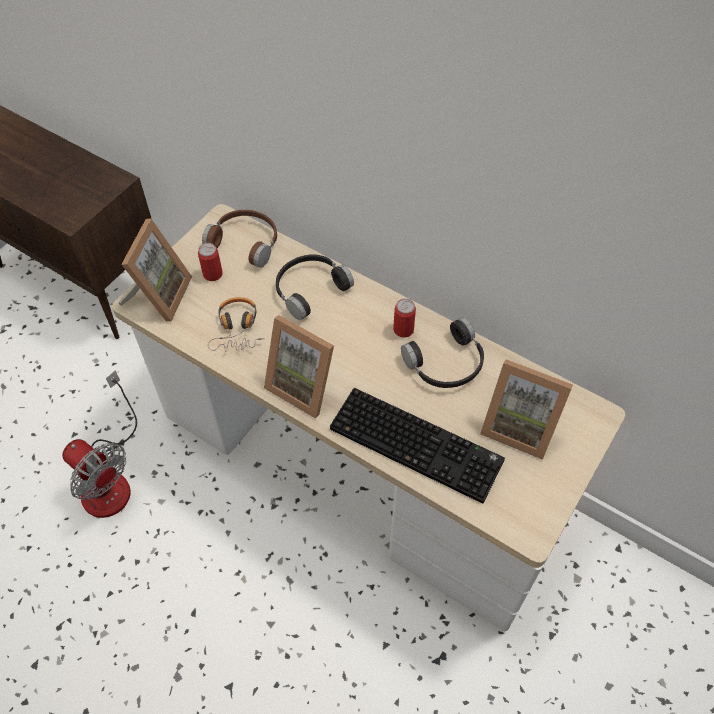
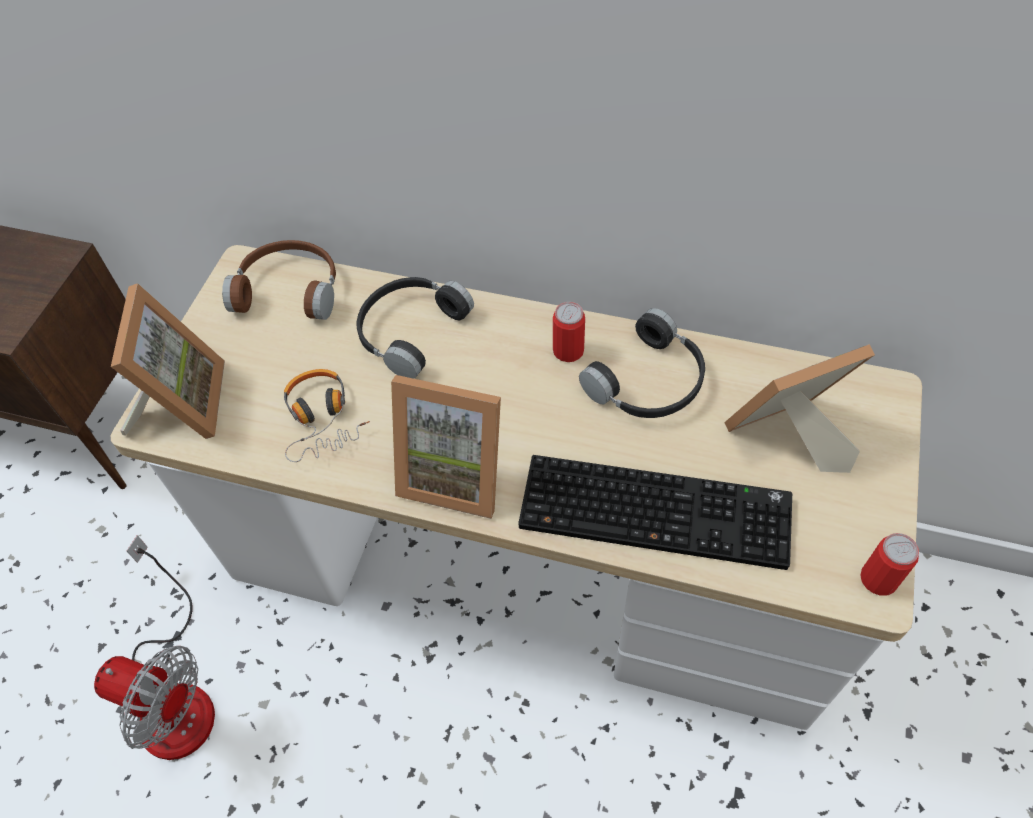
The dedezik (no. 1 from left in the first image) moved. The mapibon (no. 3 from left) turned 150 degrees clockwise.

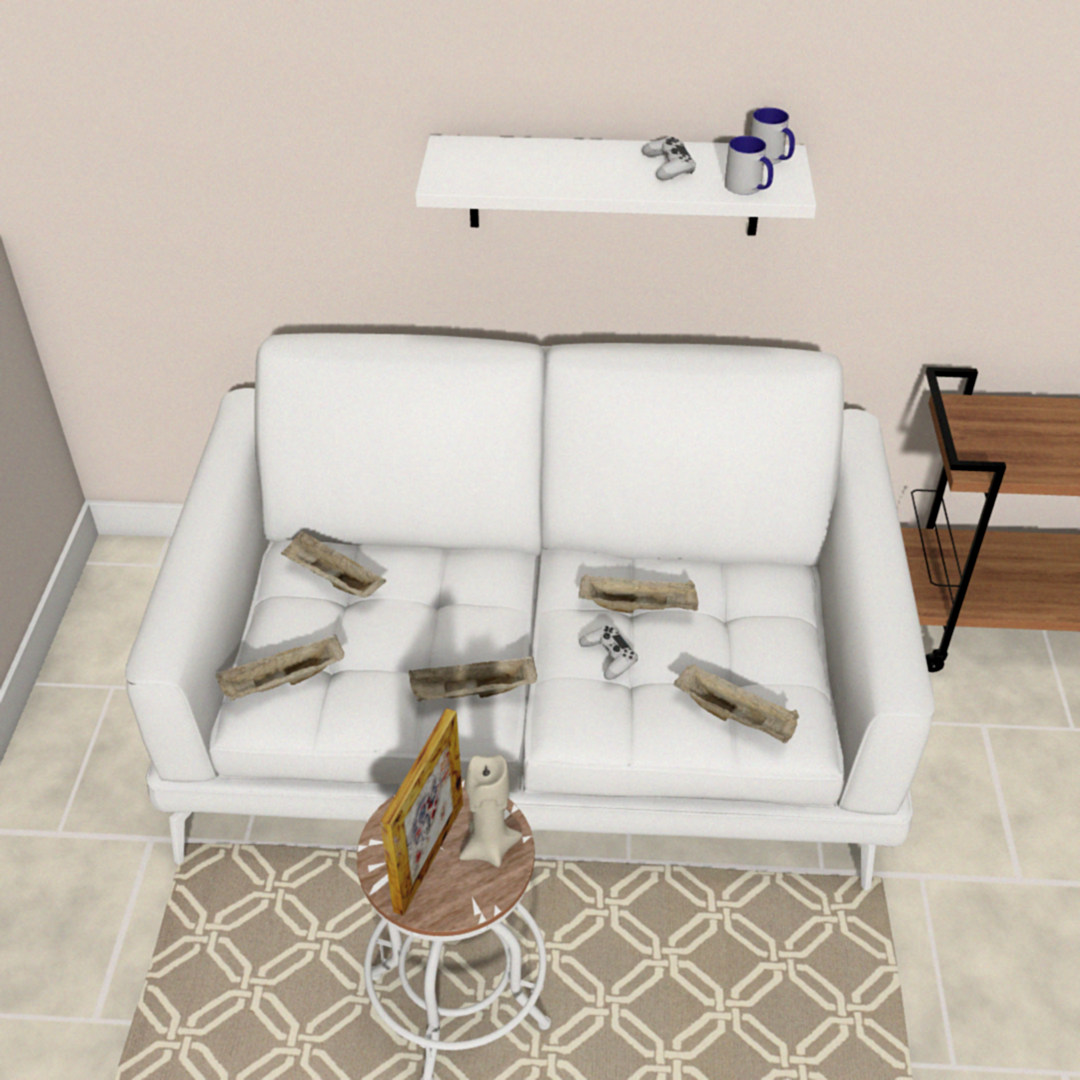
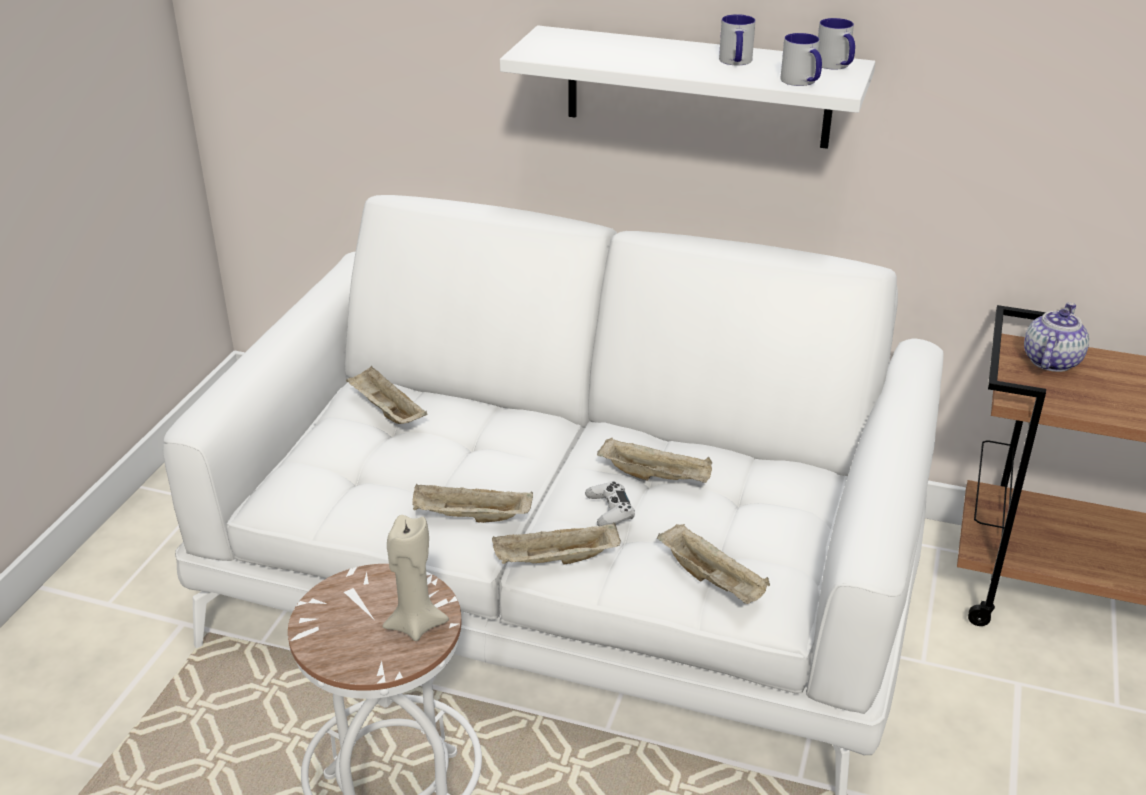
The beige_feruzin (no. 1 from left in the first image) moved. The mapibon disappeared. The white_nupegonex (no. 2 from left) was replaced by the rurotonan (no. 1 from left). The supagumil appeared.

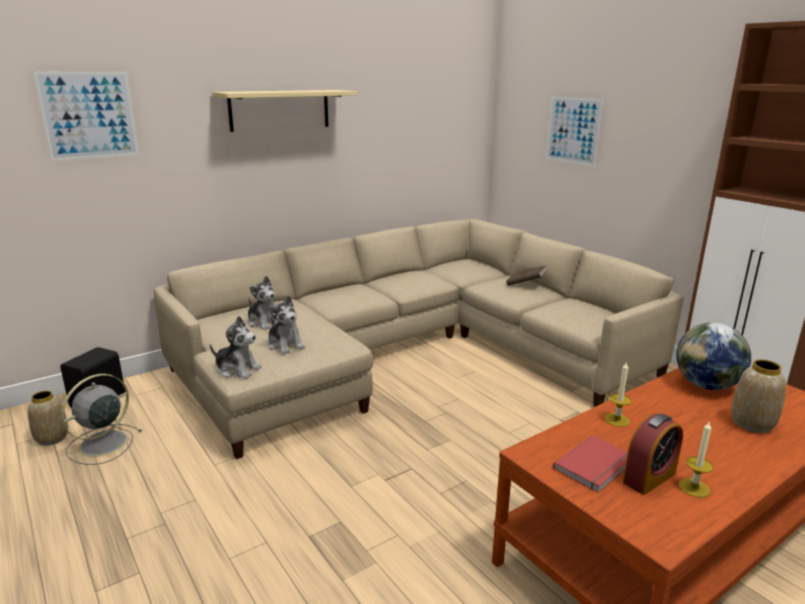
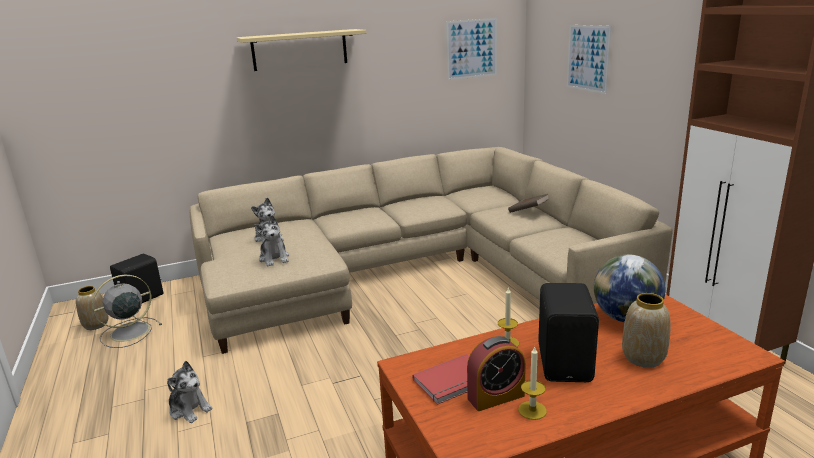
The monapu (no. 1 from left) moved. The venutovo (no. 1 from left) moved. The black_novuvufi (no. 2 from left) appeared.

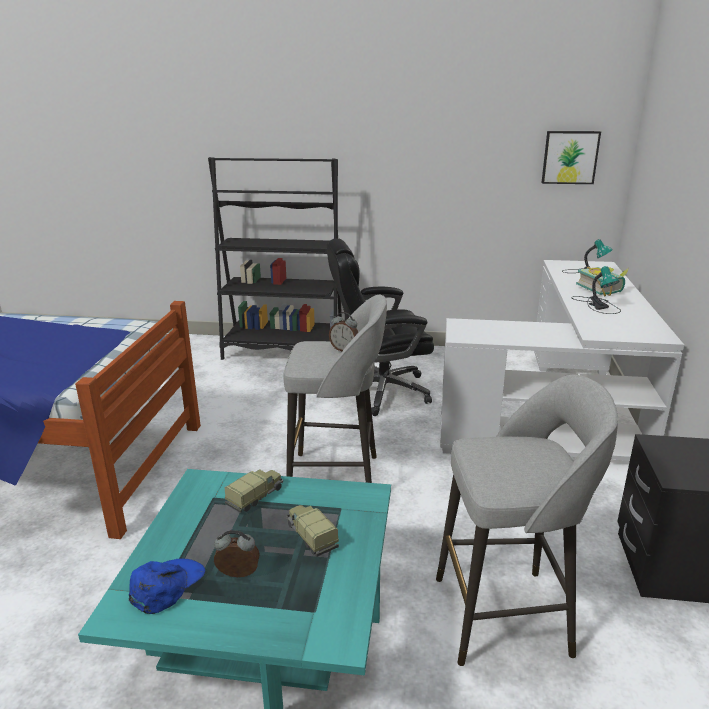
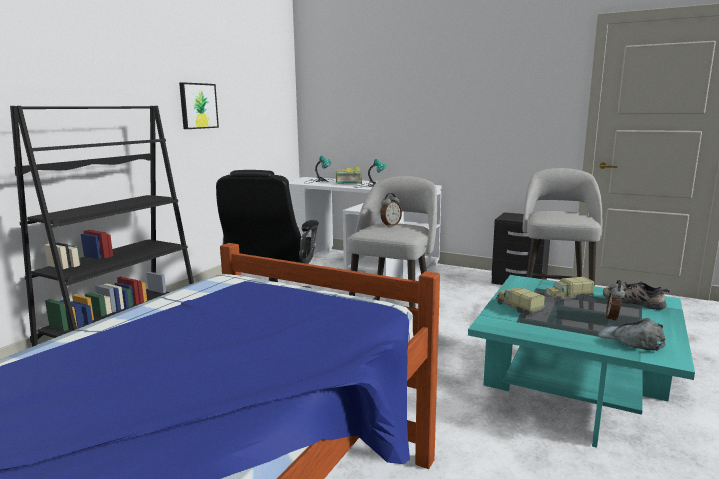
The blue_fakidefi became the grey_fakidefi. The monapu moved. The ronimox appeared.

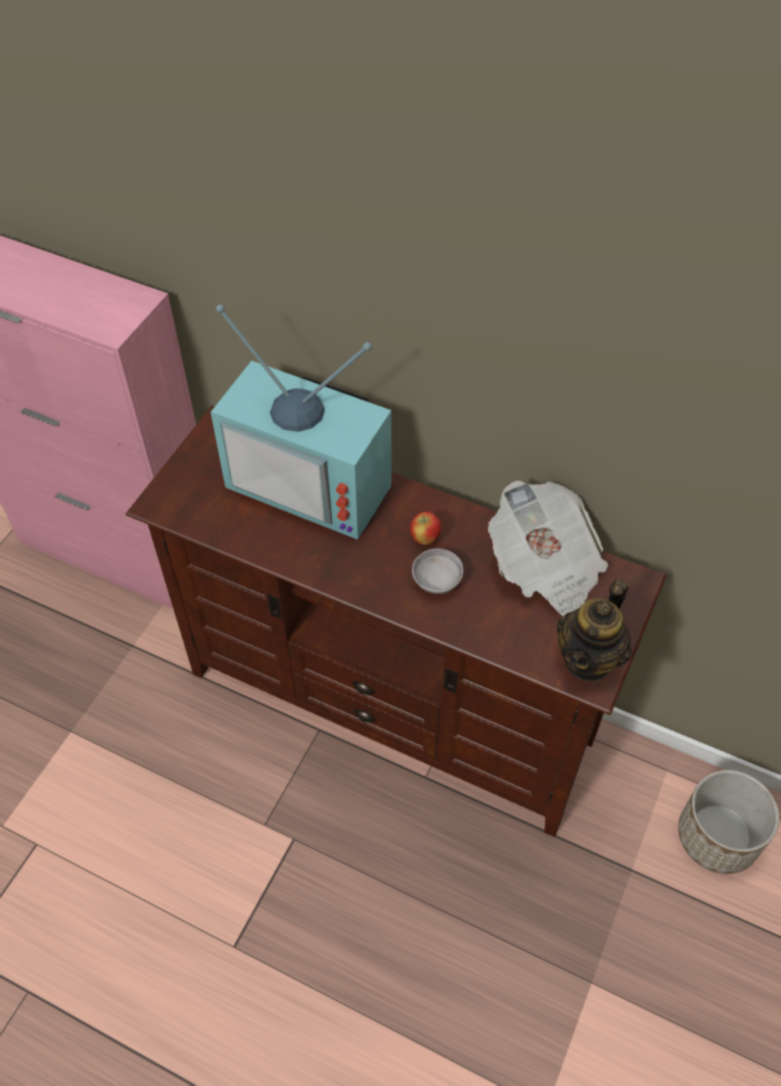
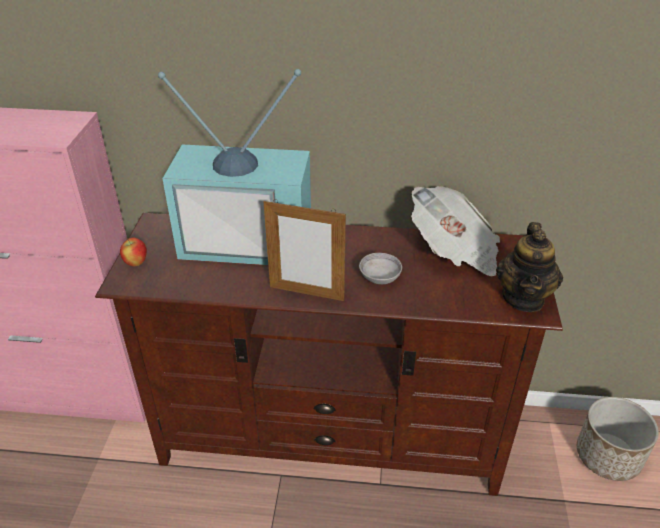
The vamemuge moved. The mapibon appeared.

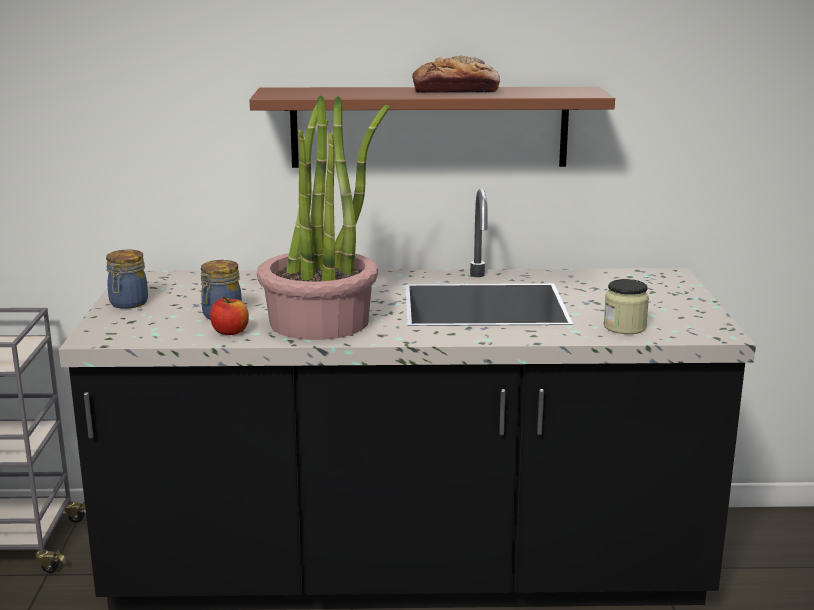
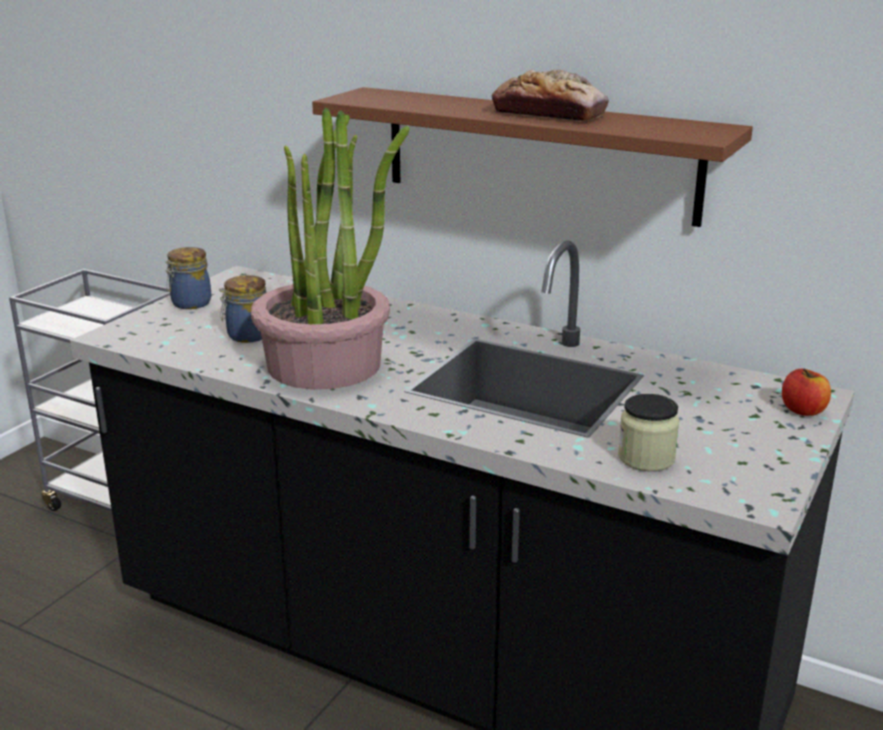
The vamemuge moved.

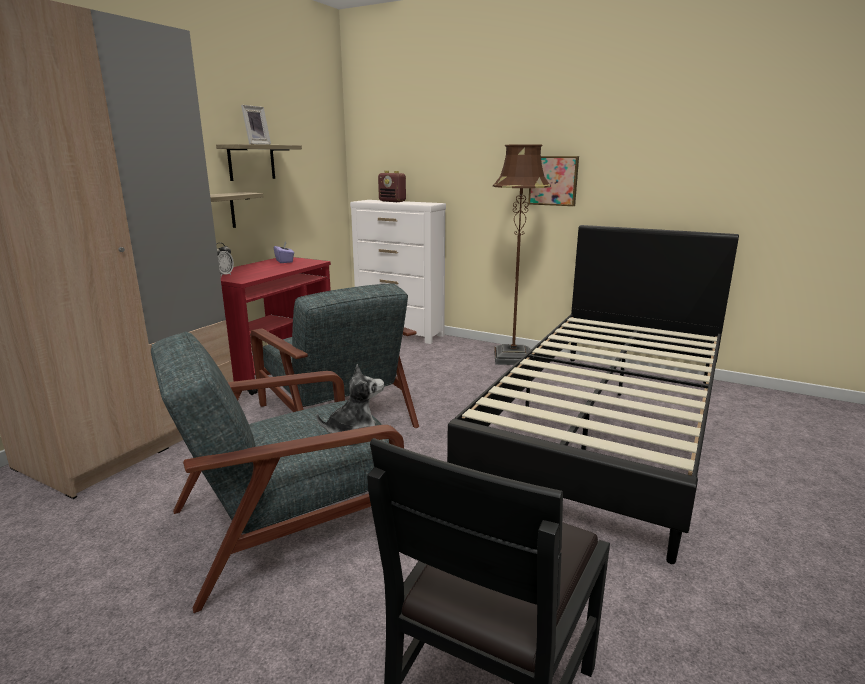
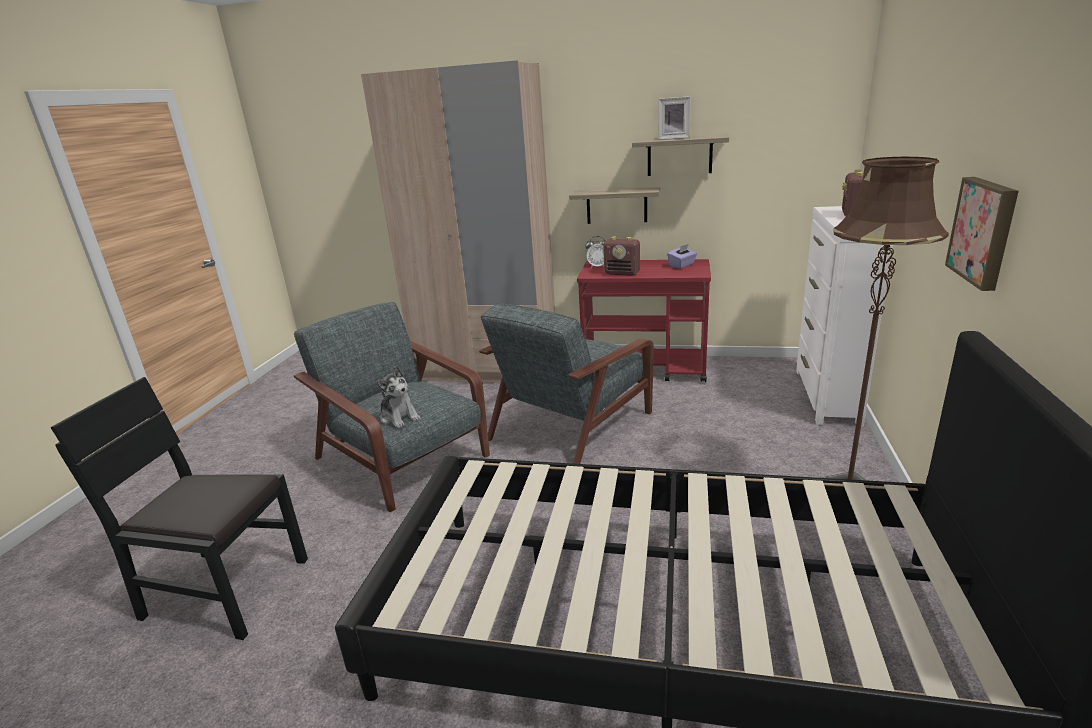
The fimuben (no. 1 from left) appeared.

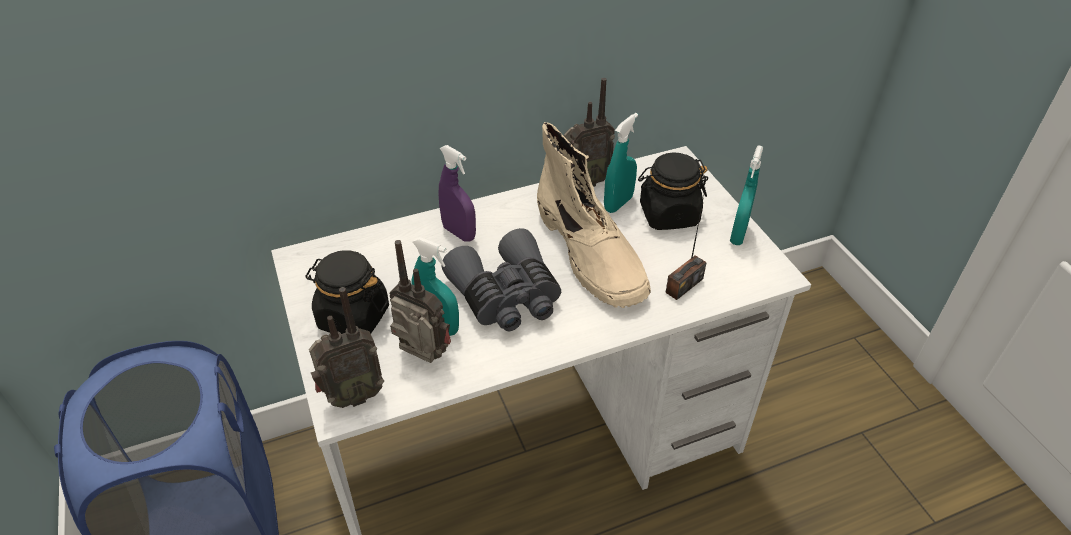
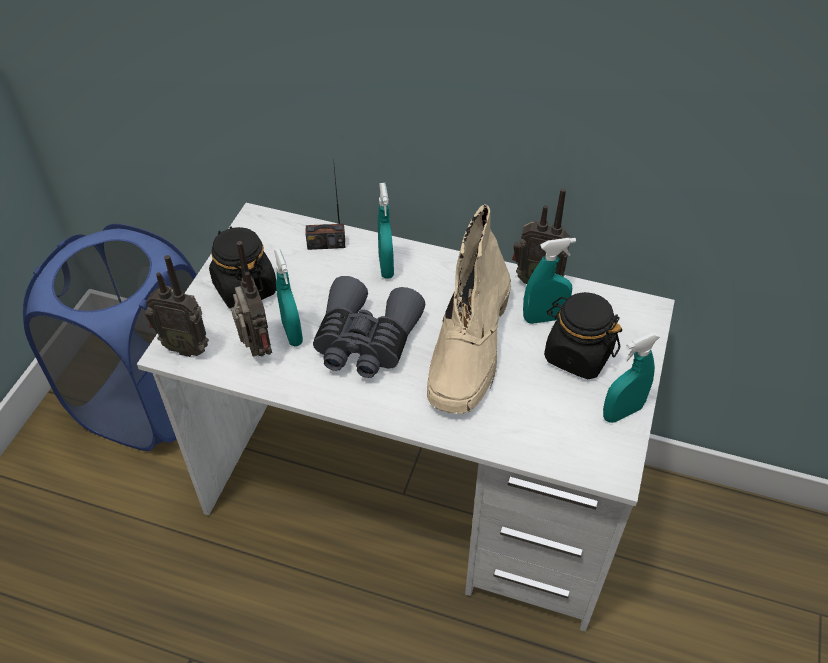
The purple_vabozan became the turquoise_vabozan (no. 2 from left). The fimuben (no. 4 from left in the first image) moved.

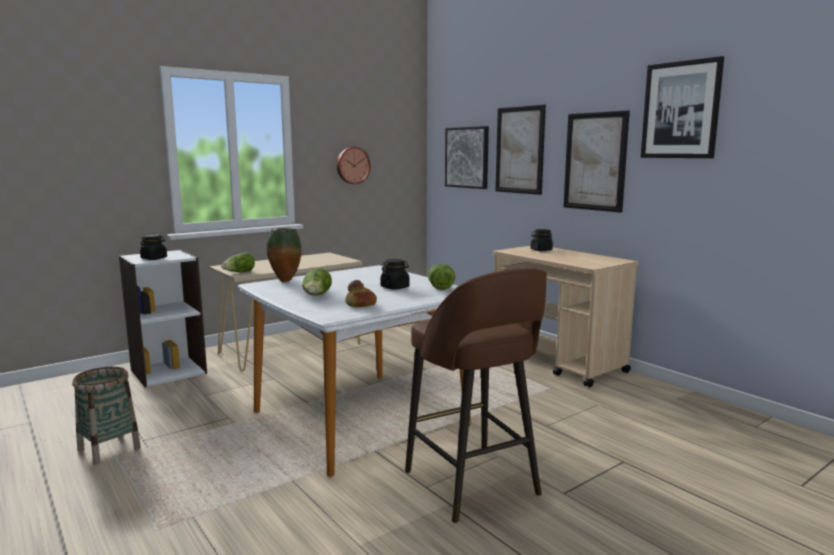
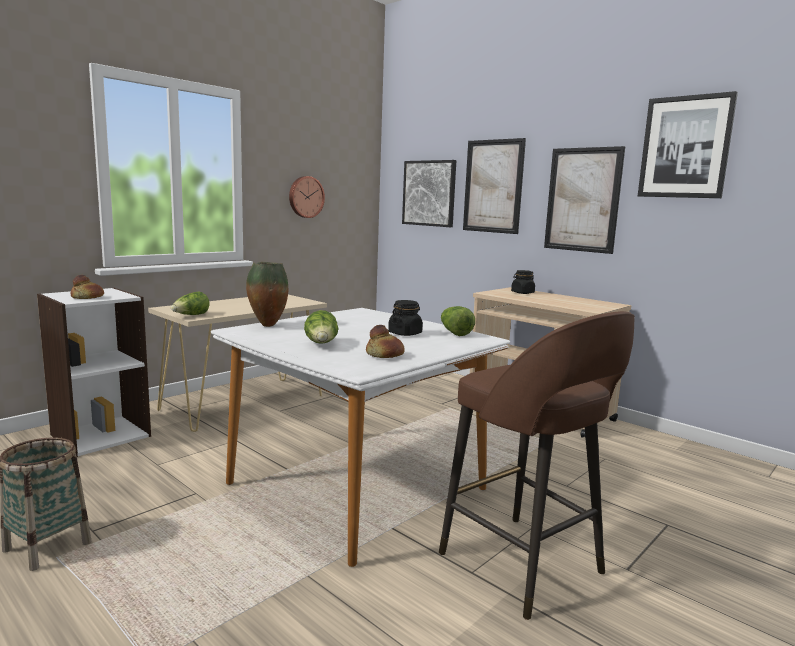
The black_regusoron (no. 1 from left) was replaced by the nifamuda (no. 1 from left).

